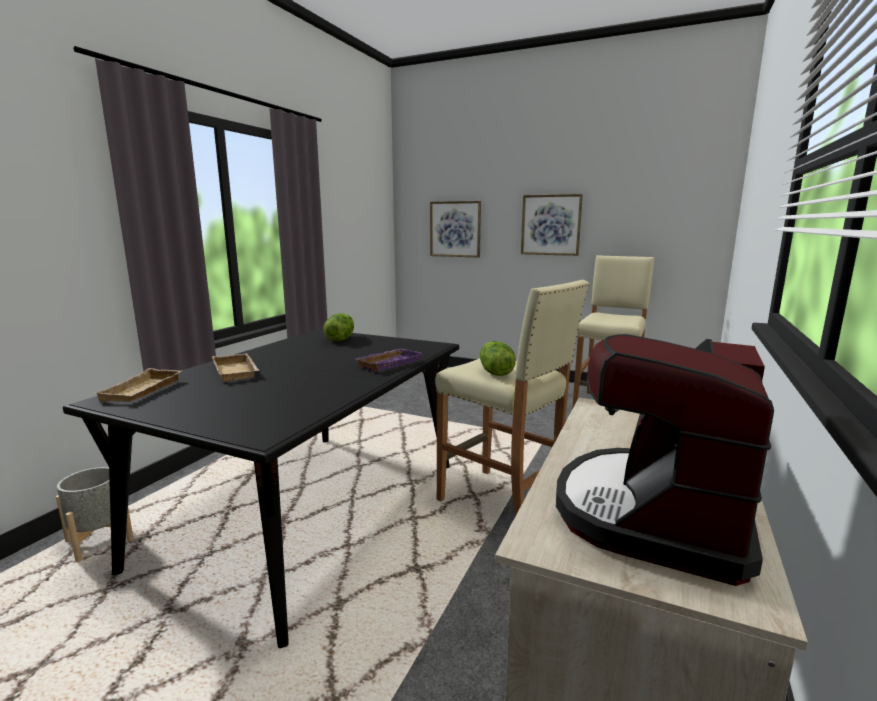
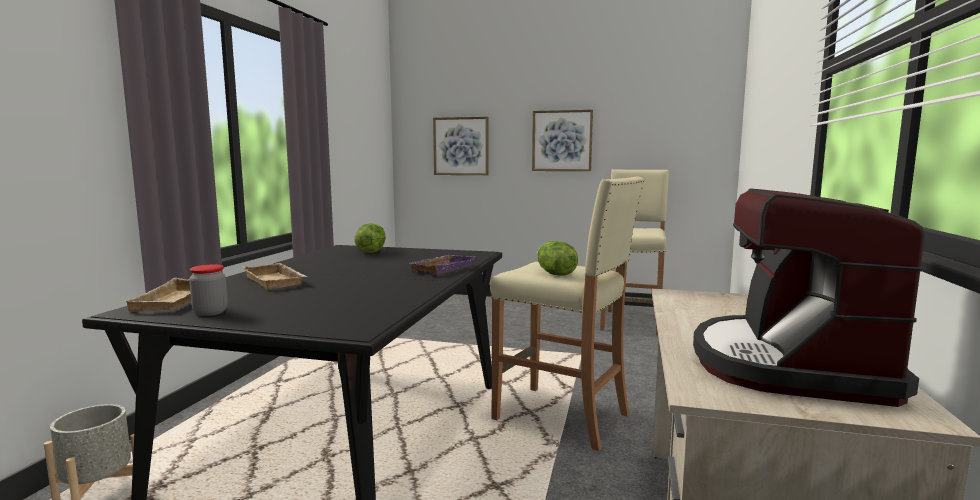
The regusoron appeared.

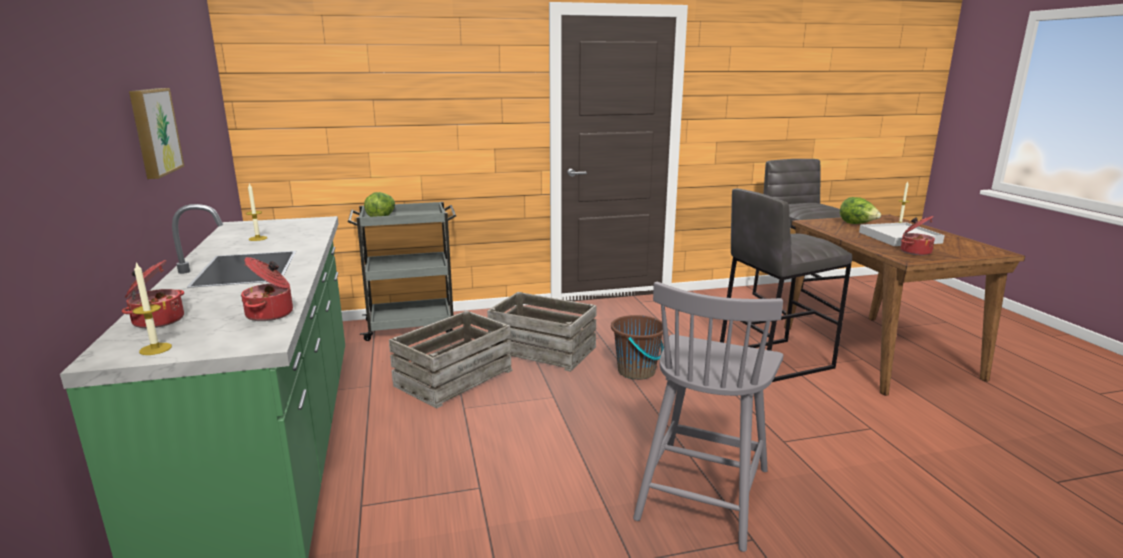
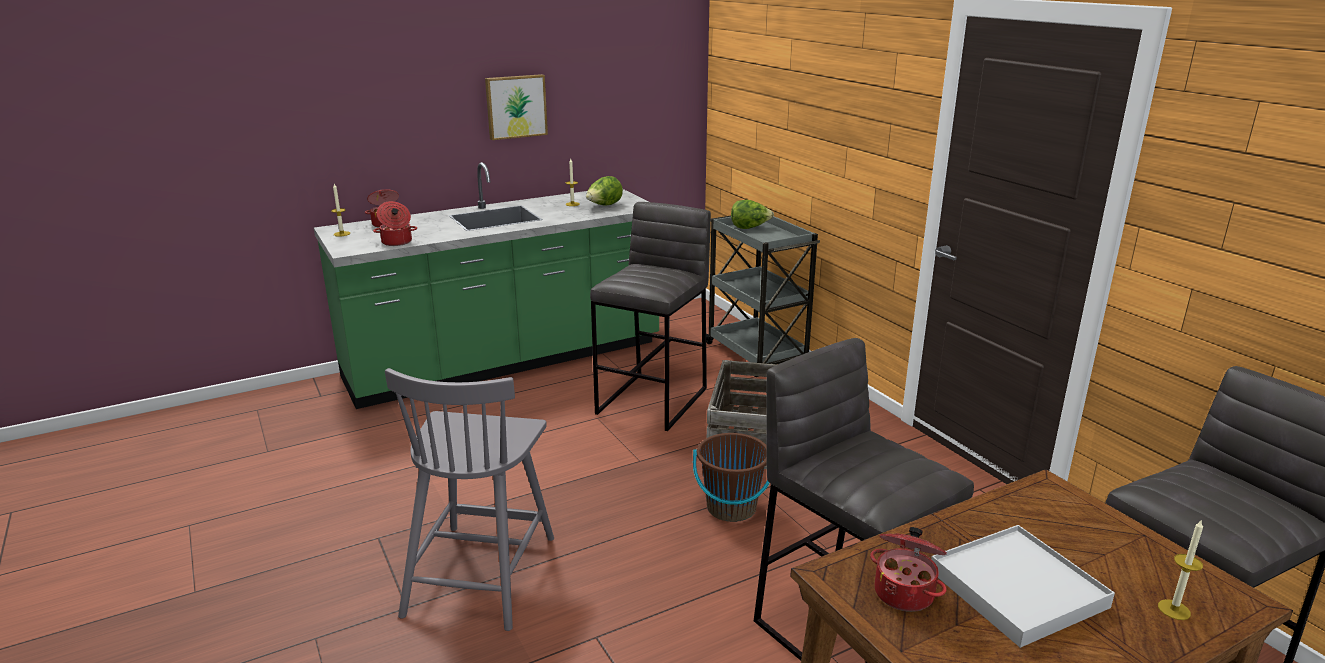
The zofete (no. 1 from left) was replaced by the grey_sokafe (no. 1 from left). The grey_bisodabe turned 90 degrees counterclockwise. The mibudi (no. 2 from left in the first image) moved.

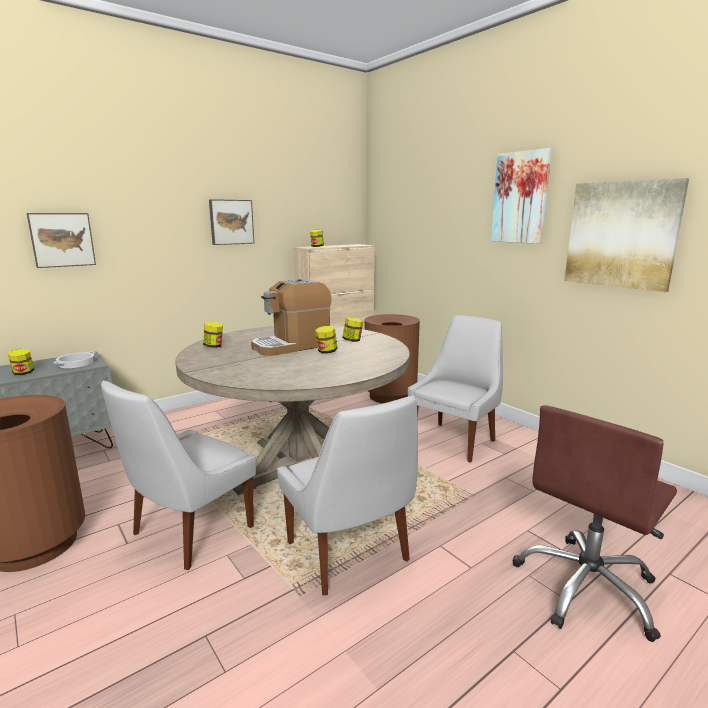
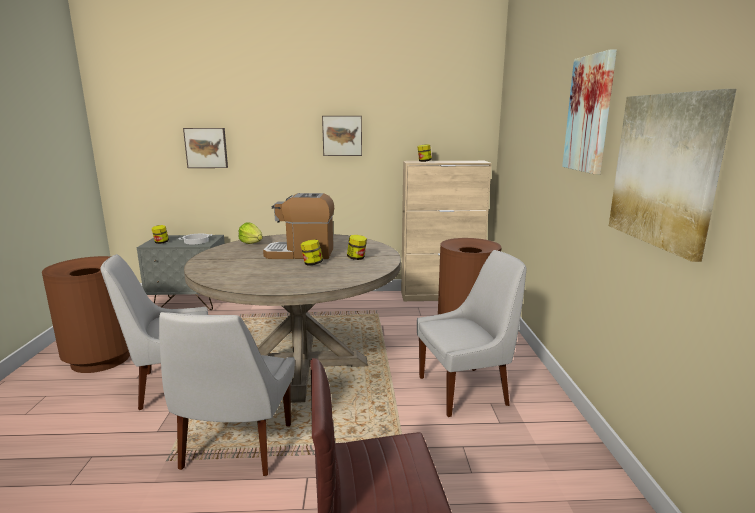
The regusoron (no. 2 from left) was replaced by the mibudi.

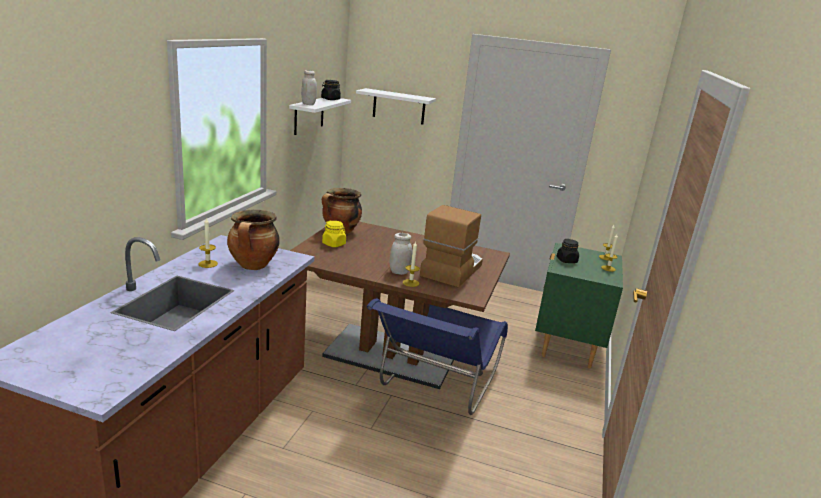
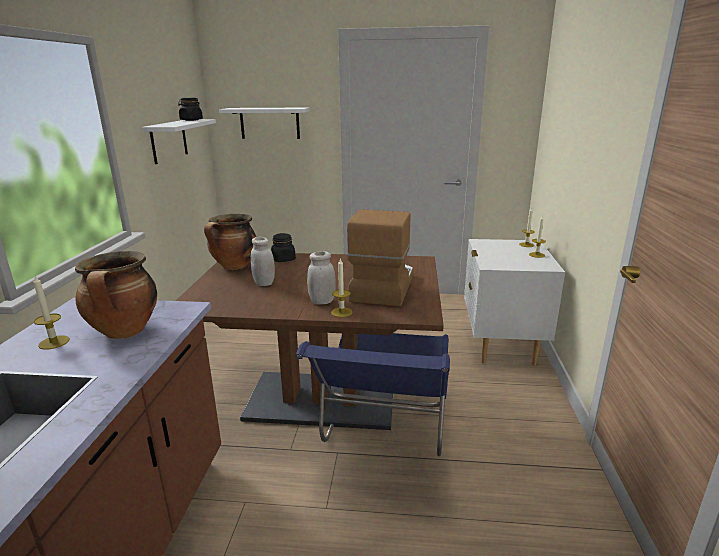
The white_regusoron (no. 1 from left) moved. The yellow_regusoron disappeared. The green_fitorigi became the white_fitorigi. The black_regusoron (no. 2 from left) moved.

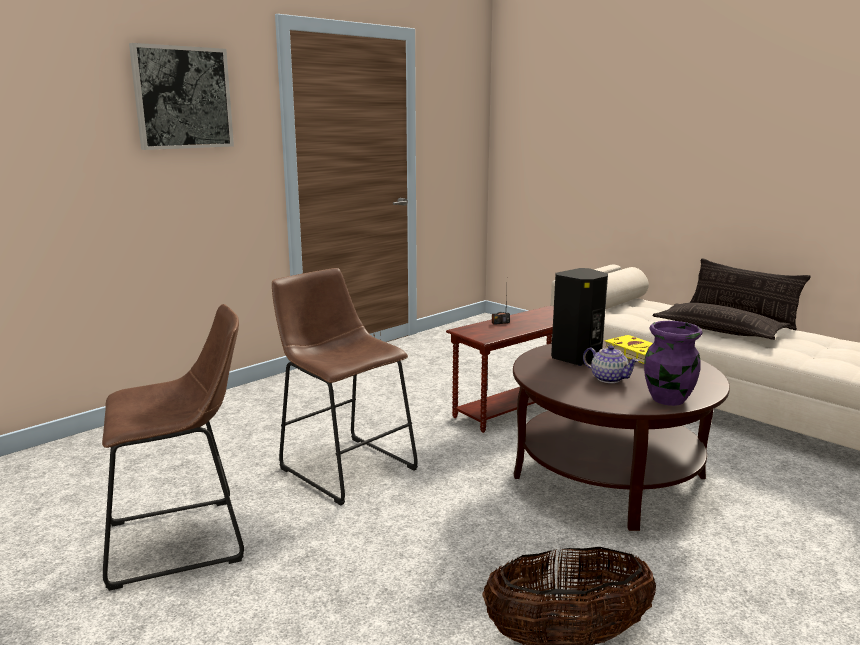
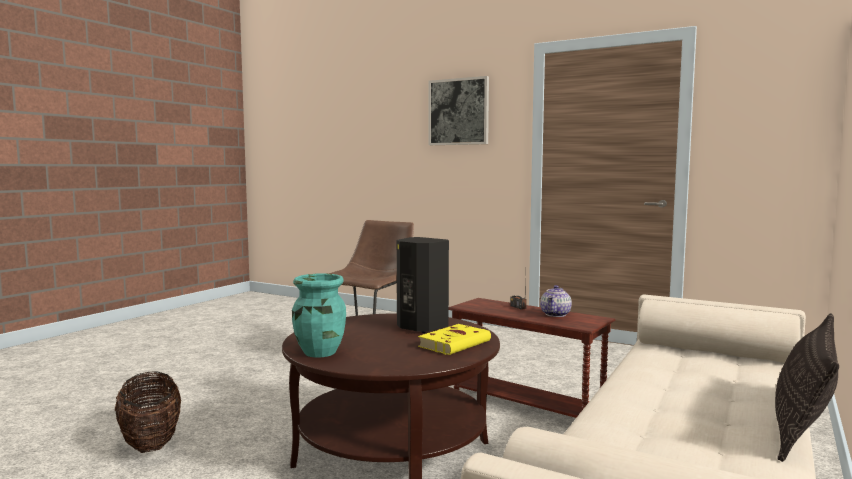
The brown_sokafe (no. 1 from left) disappeared. The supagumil moved. The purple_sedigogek became the turquoise_sedigogek. The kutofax (no. 1 from left) disappeared.

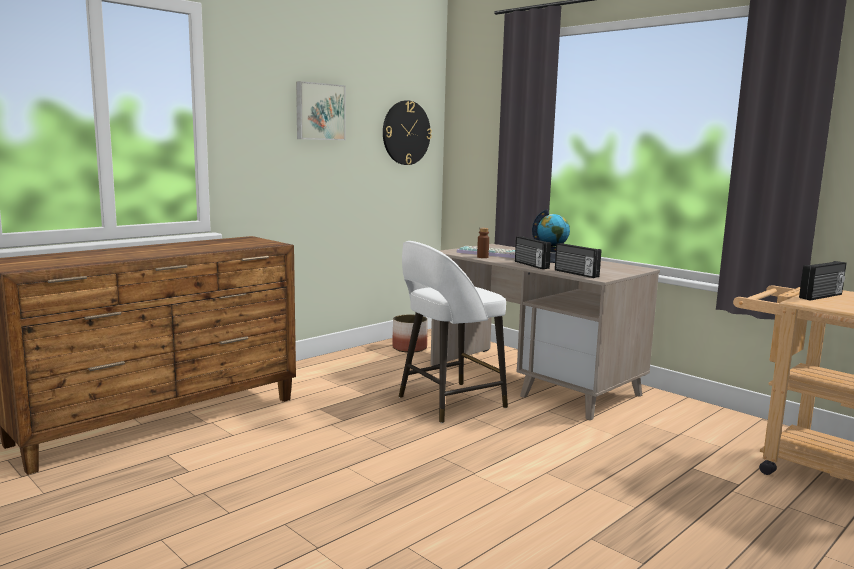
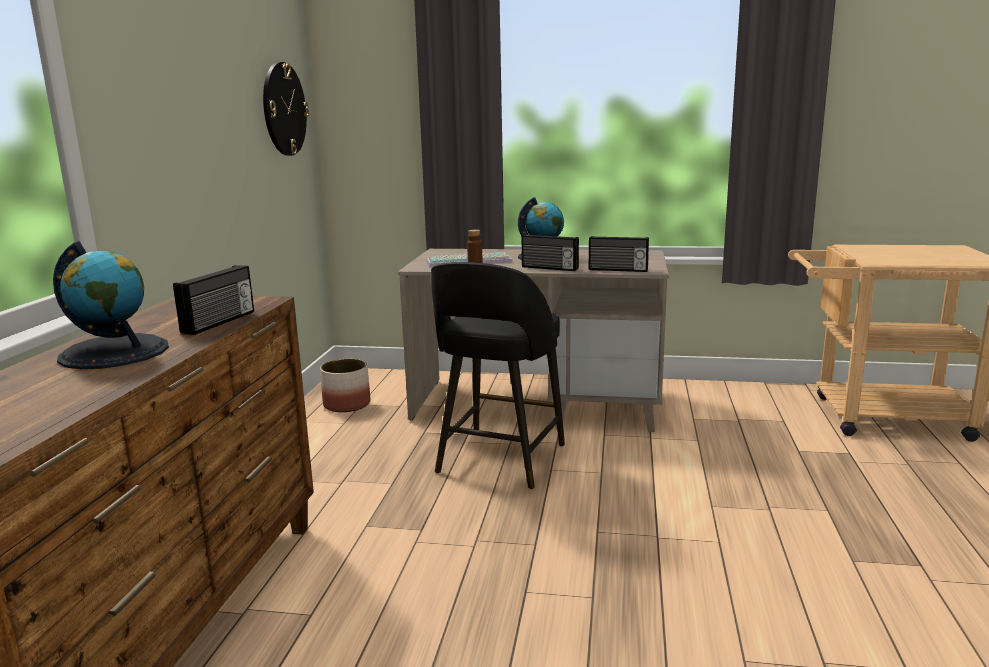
The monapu disappeared. The white_sokafe became the black_sokafe. The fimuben (no. 3 from left in the first image) moved. The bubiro (no. 1 from left) appeared.

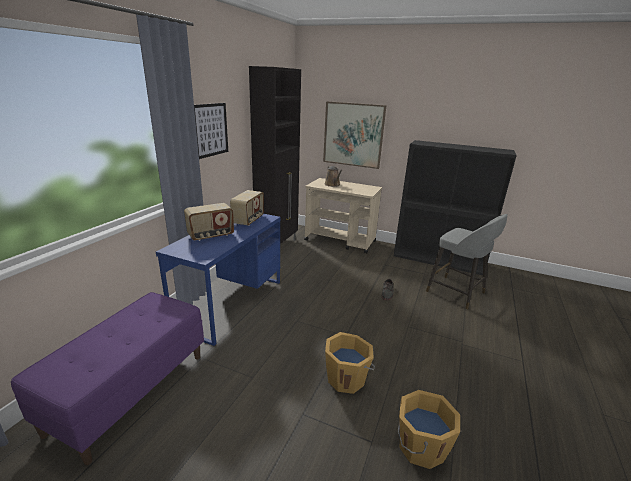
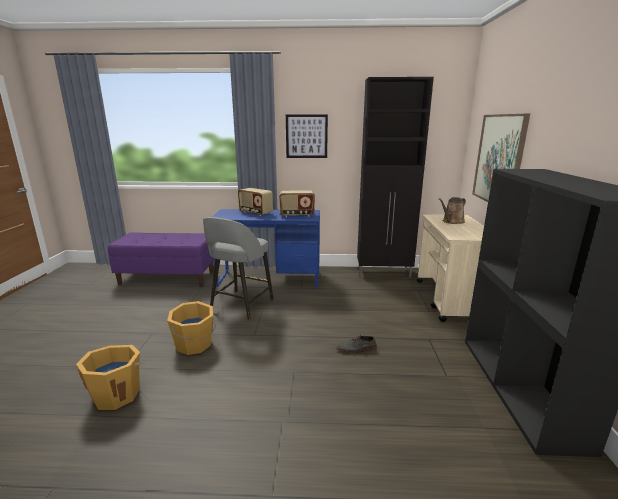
The grey_sokafe moved.

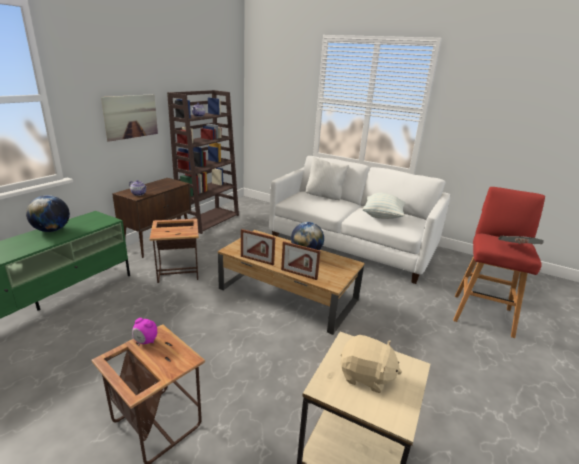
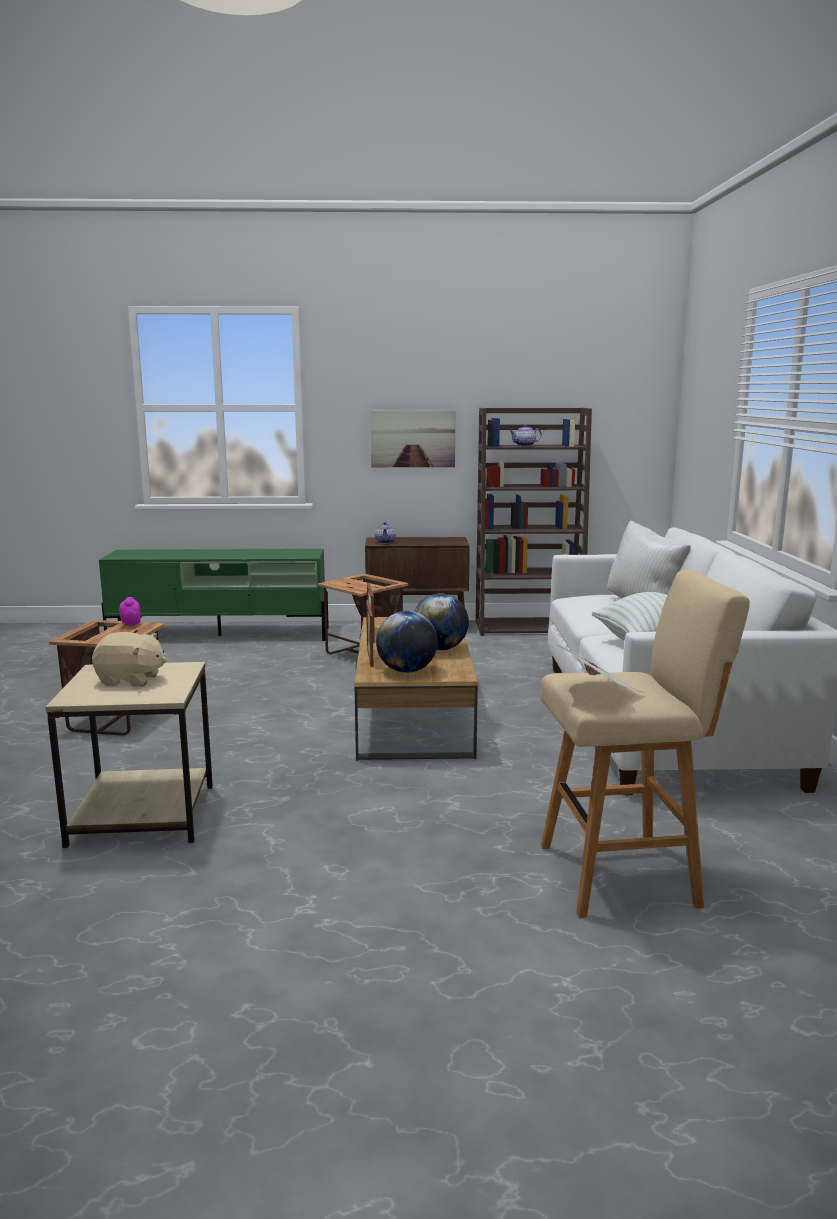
The bubiro (no. 1 from left) moved. The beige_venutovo turned 75 degrees counterclockwise. The red_sokafe became the beige_sokafe.

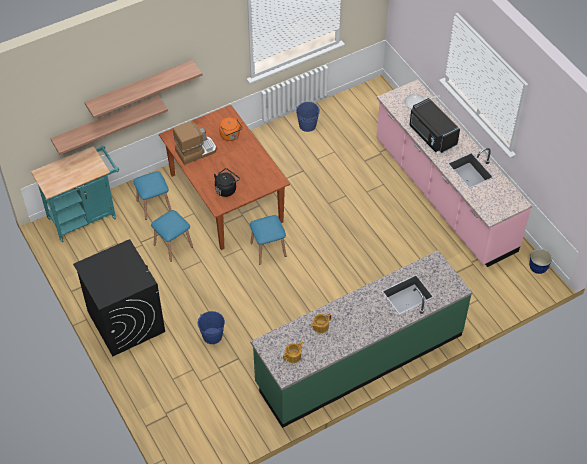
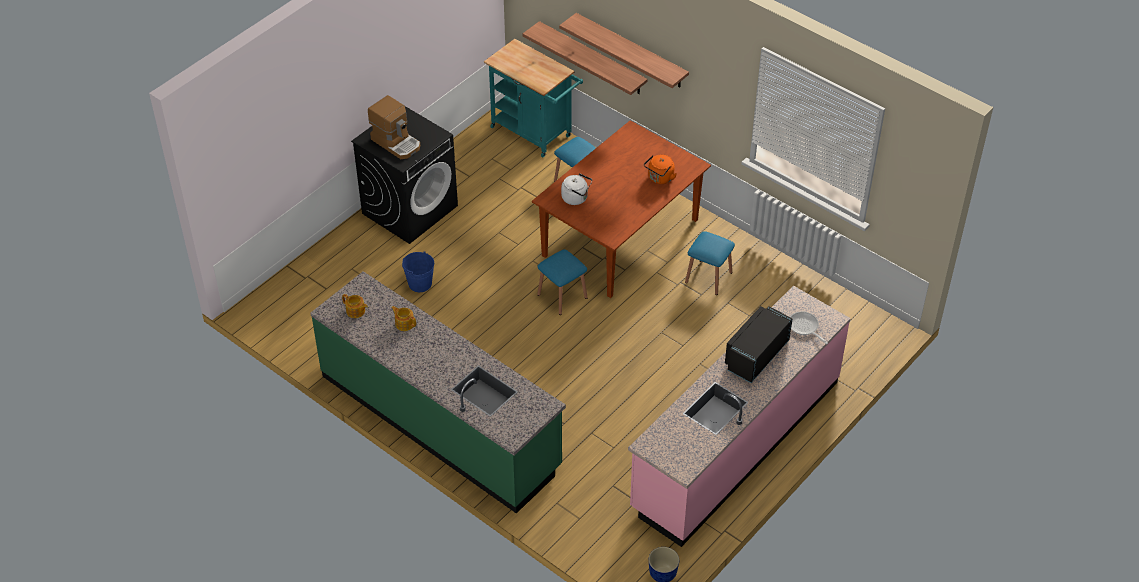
The blue_sokafe (no. 2 from left in the first image) moved. The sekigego moved. The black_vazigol became the white_vazigol. The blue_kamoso (no. 2 from left) disappeared.

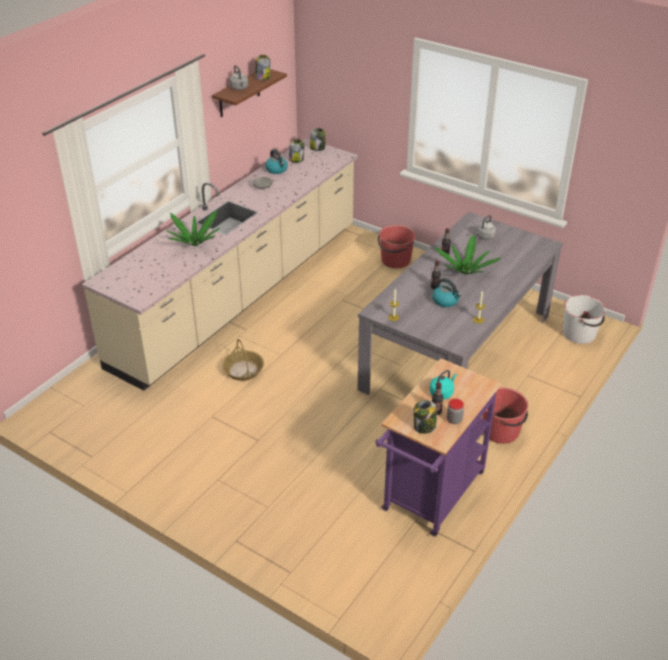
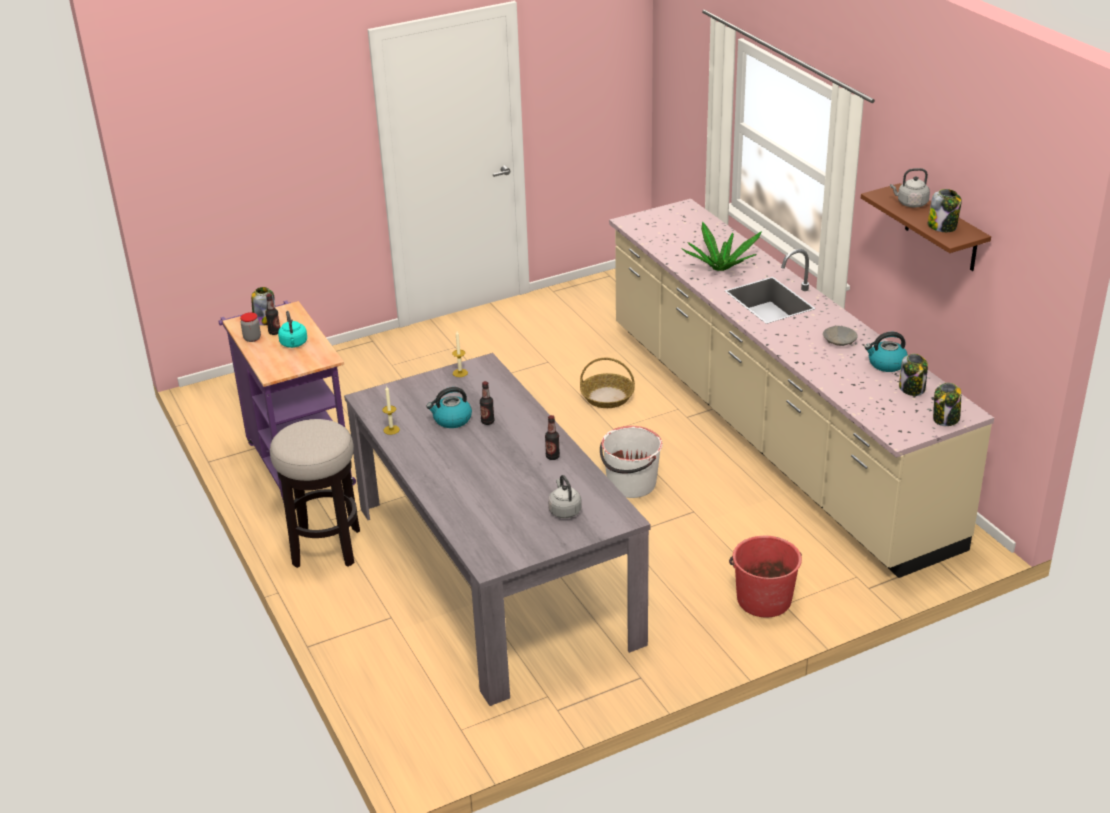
The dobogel (no. 2 from left) disappeared. The red_kamoso (no. 2 from left) was replaced by the sokafe. The white_kamoso moved.

